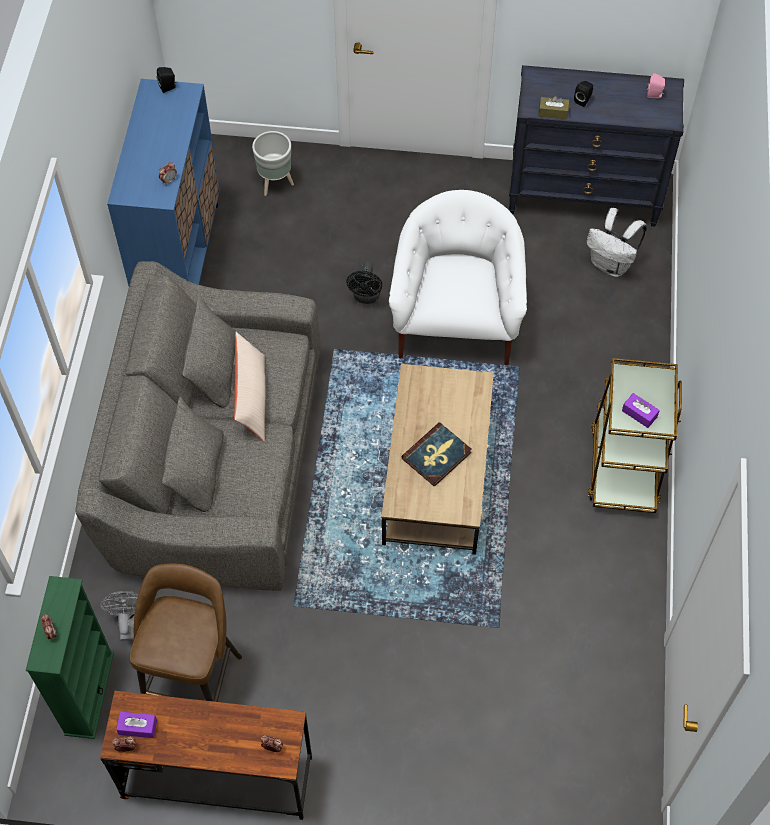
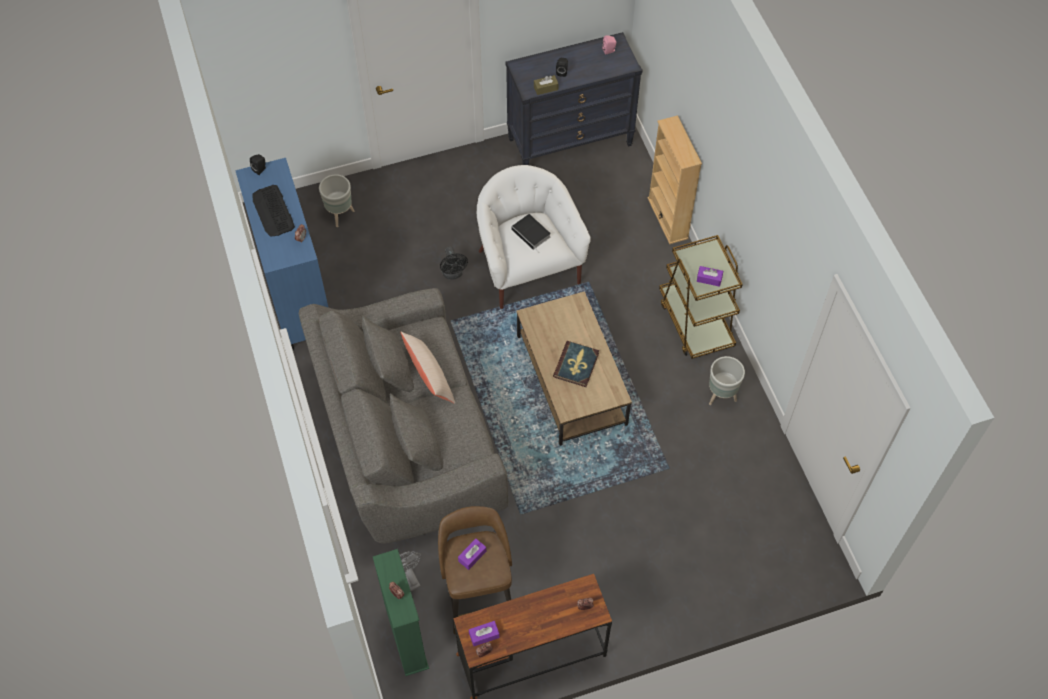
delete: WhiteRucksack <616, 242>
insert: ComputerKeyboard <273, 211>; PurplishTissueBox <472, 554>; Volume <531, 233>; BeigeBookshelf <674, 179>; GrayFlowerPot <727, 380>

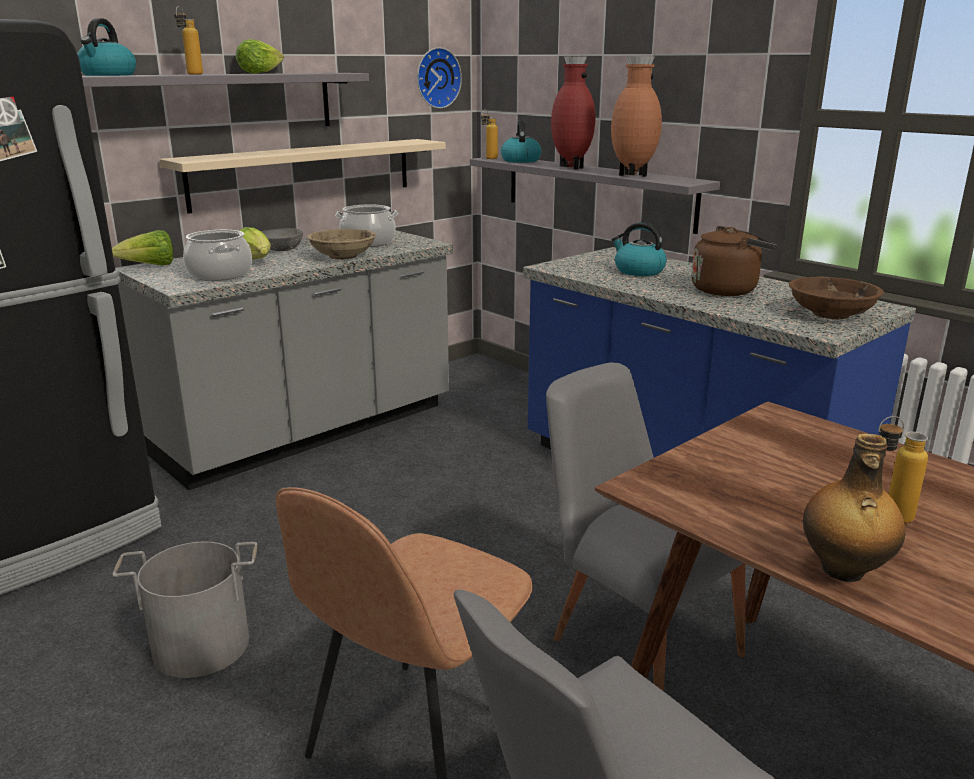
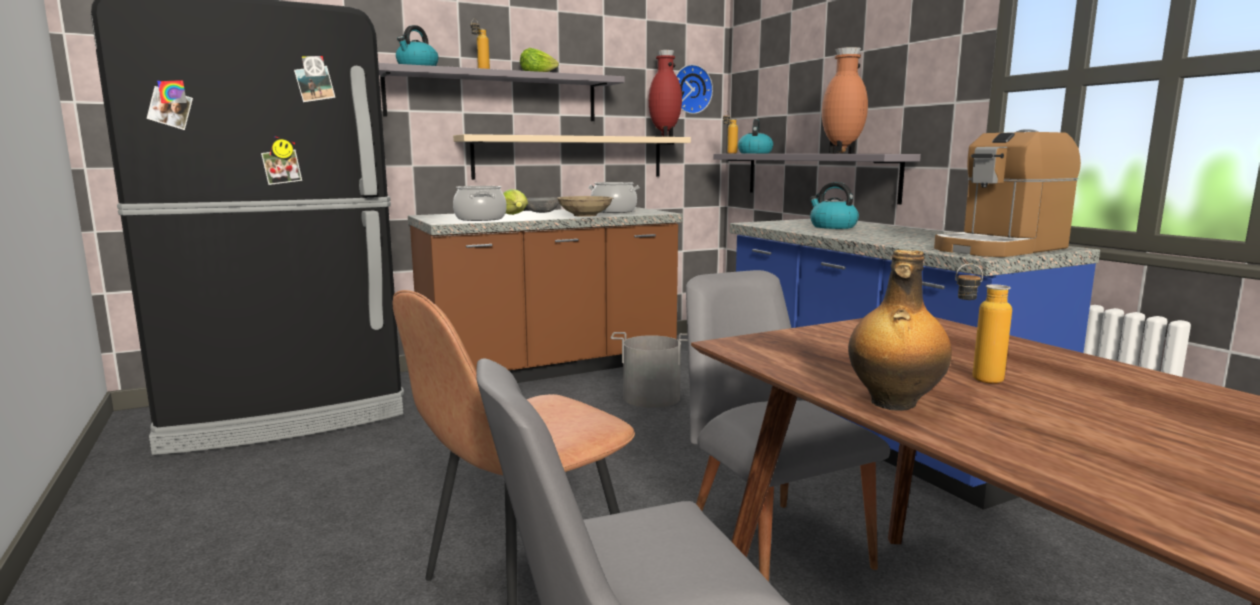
delete: Lettuce <142, 248>; BrownColouredWaterKettle <734, 261>
move: GrayBucket <184, 609> to <649, 370>; RedFlowerVase <573, 113> to <665, 93>
replace: BrownColouredBowl <836, 297> to CoffeeMachine <1007, 193>
recolor: GrayCounter <284, 360> to BrownColouredCounter <545, 295>

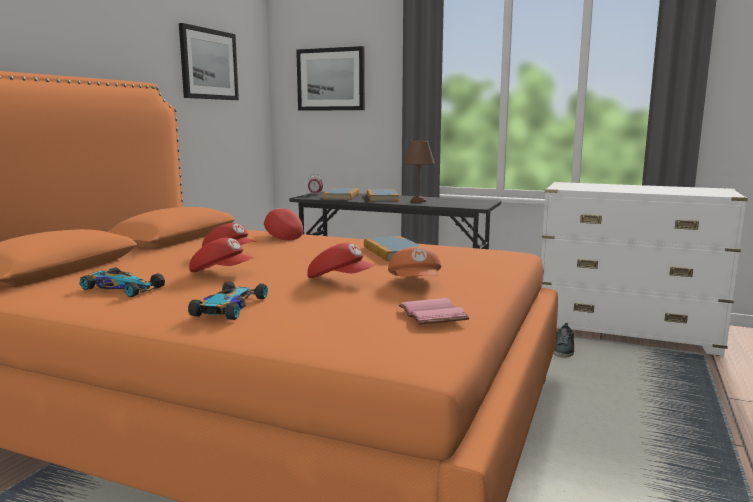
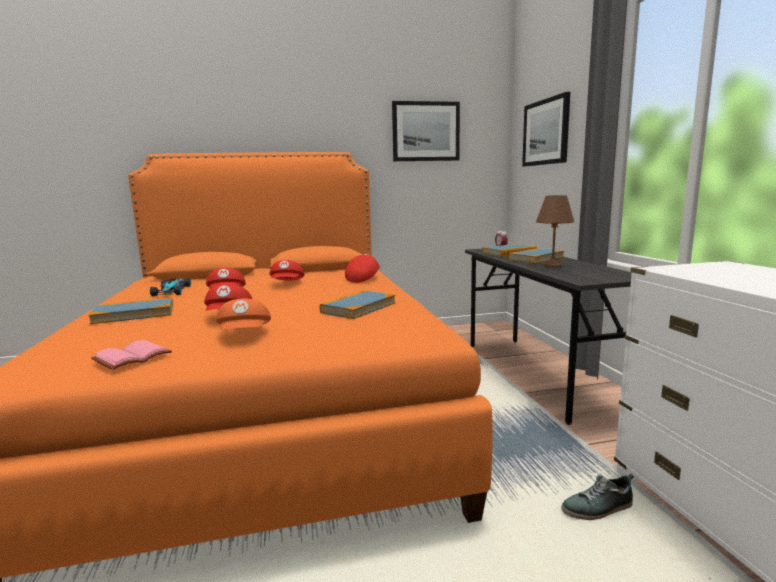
replace: ModelCar <228, 301> to Volume <130, 310>
rotate: OrangeColouredBaseballCap <414, 262> = <243, 314> 60 degrees counterclockwise

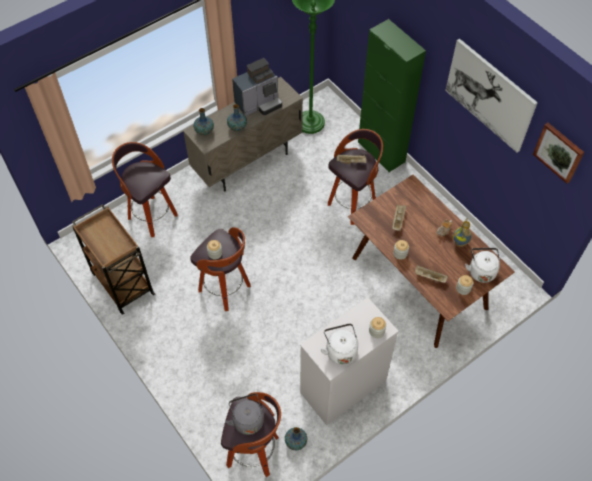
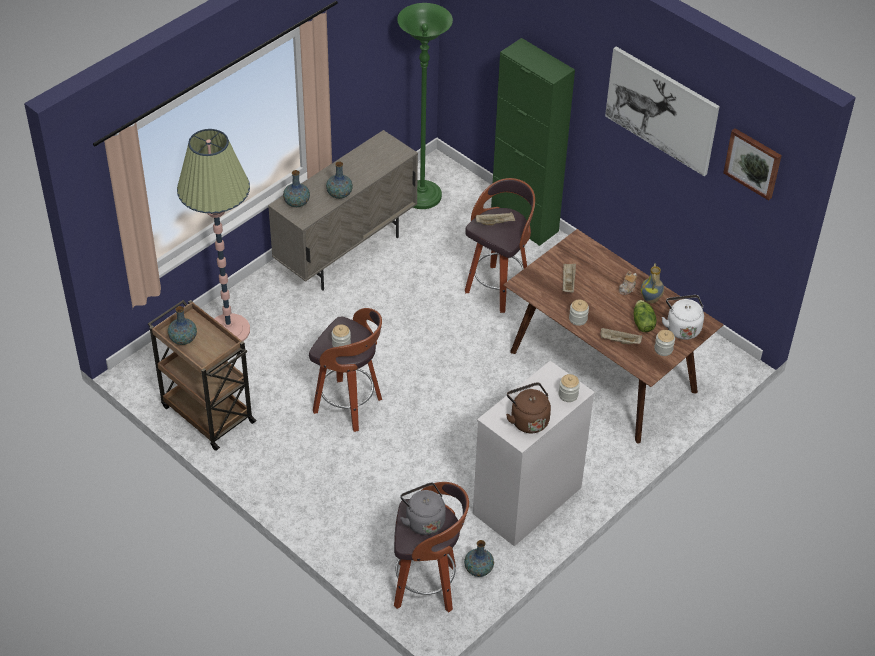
delete: CoffeeMachine <257, 87>
insert: FlowerVase <182, 325>; Lettuce <645, 316>
replace: Stool <145, 189> to StandardLamp <213, 235>
recolor: WhiteWaterKettle <339, 344> to BrownColouredWaterKettle <528, 407>

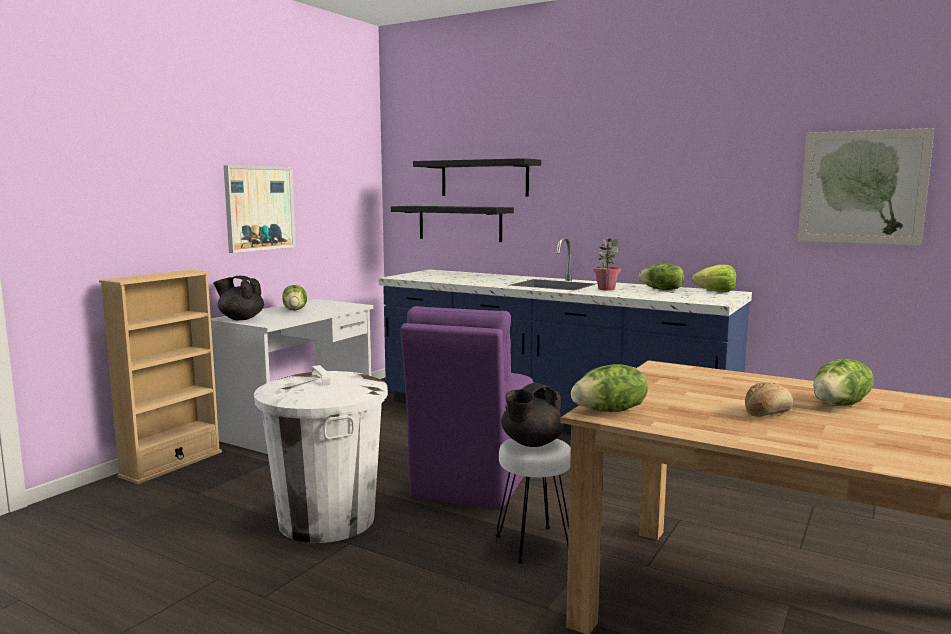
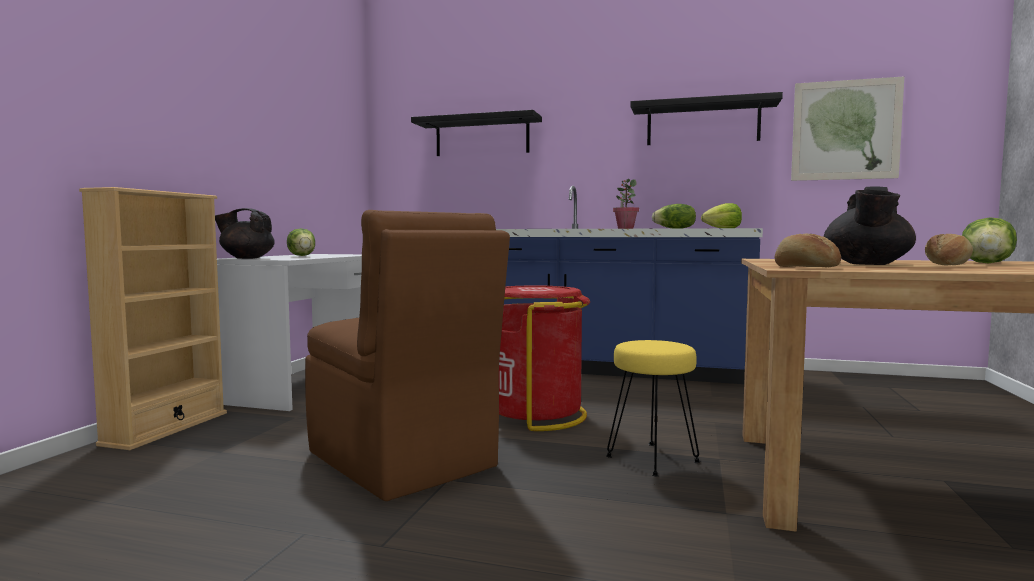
delete: WallPicture <260, 209>
move: BlackishWallShelf <452, 224> to <707, 118>; BlackishPotForTea <532, 415> to <870, 226>
replace: WhiteRubbishBin <321, 454> to BrownColouredChair <407, 355>; PurplishChair <466, 407> to RedRubbishBin <544, 358>; Lettuce <609, 388> to BakeryBread <808, 250>
recolor: WhiteStool <533, 501> to YellowColouredStool <653, 408>

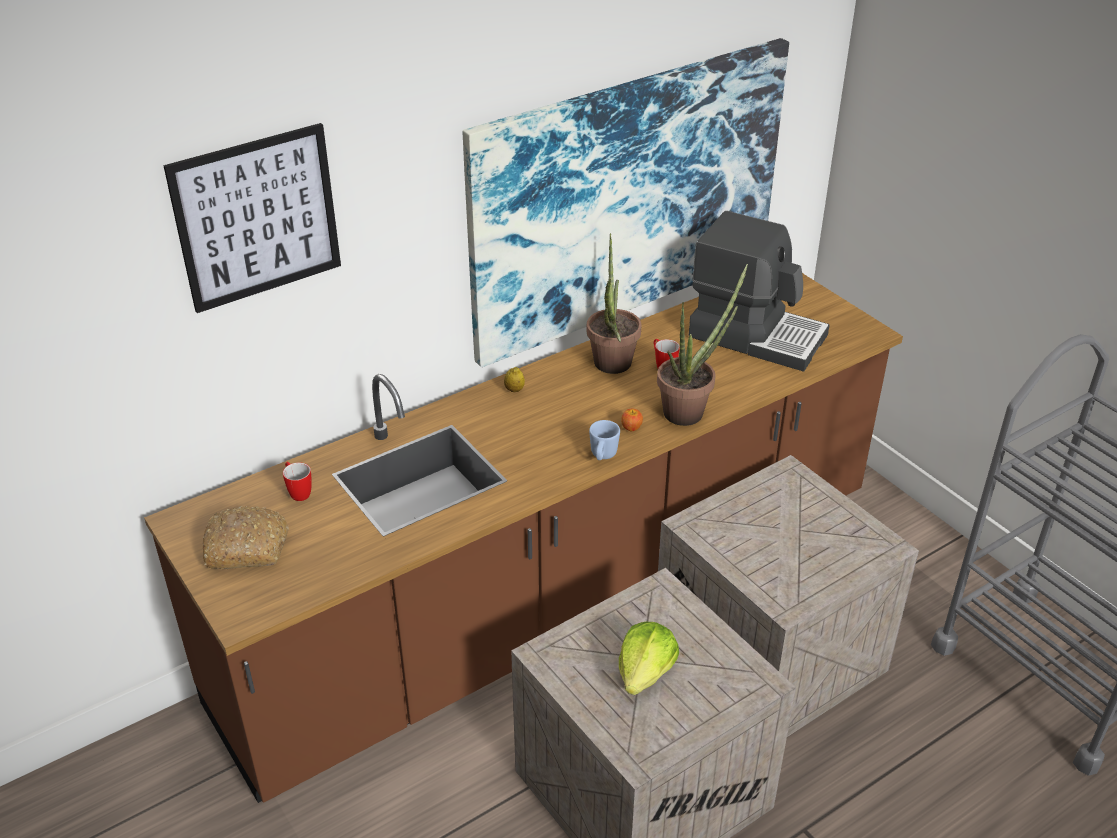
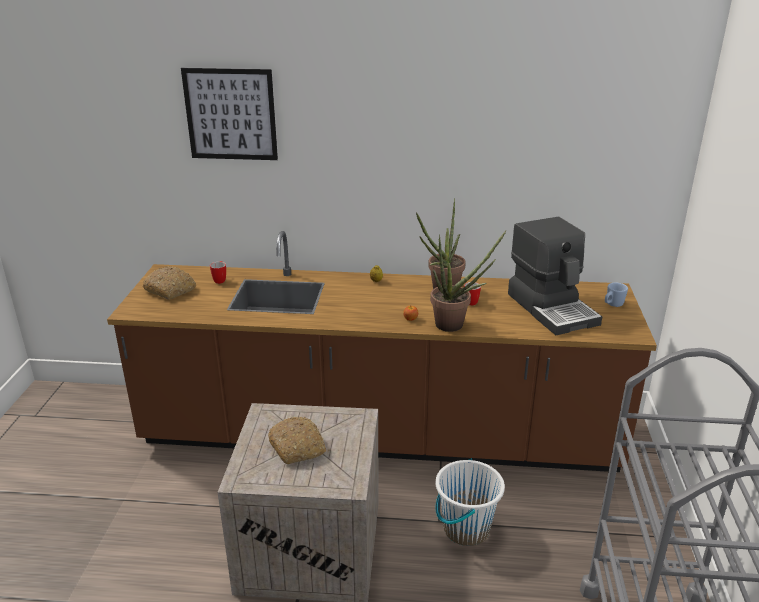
delete: WallPicture <626, 202>
move: BluishTeaMug <604, 440> to <616, 295>
replace: Lettuce <649, 658> to BakeryBread <297, 440>; ShippingCrate <788, 596> to WhiteBucket <470, 502>

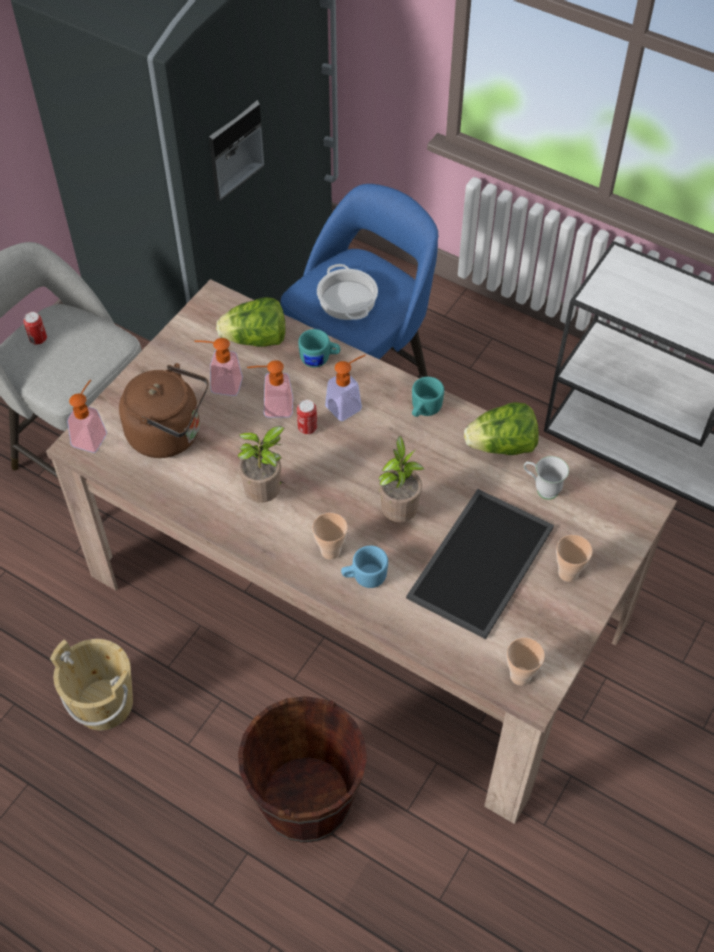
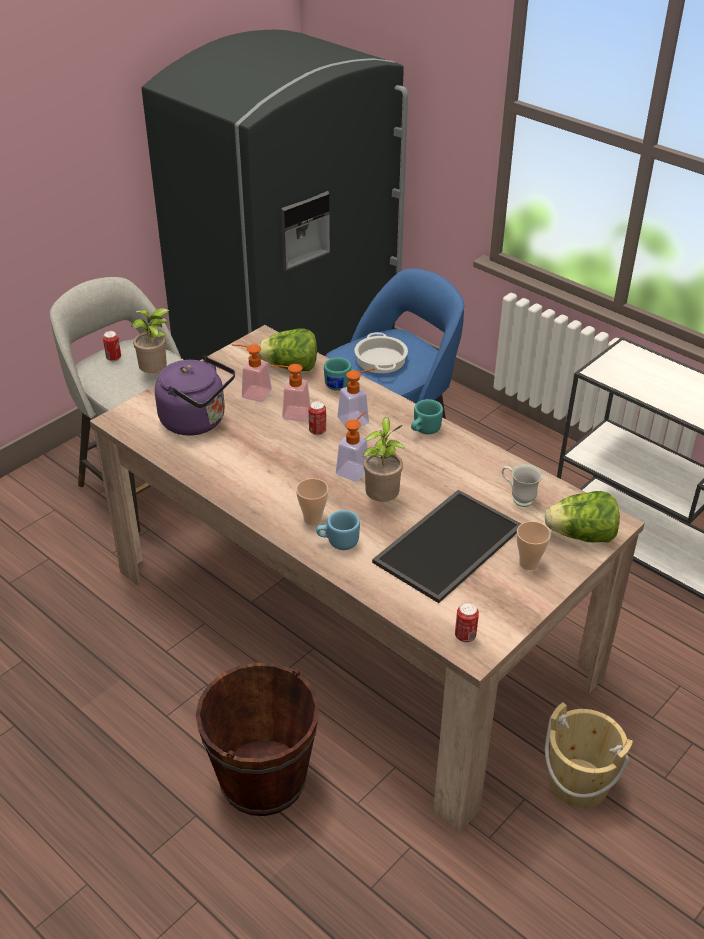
move: Houseplant <261, 464> to <150, 340>; SoapDispenser <87, 416> to <352, 446>; Lettuce <501, 428> to <582, 516>; BeigeBucket <91, 684> to <589, 755>
replace: DrinkingCup <526, 662> to SealedCan <467, 622>
recolor: BrownColouredWaterKettle <164, 410> to PurplishWaterKettle <195, 396>

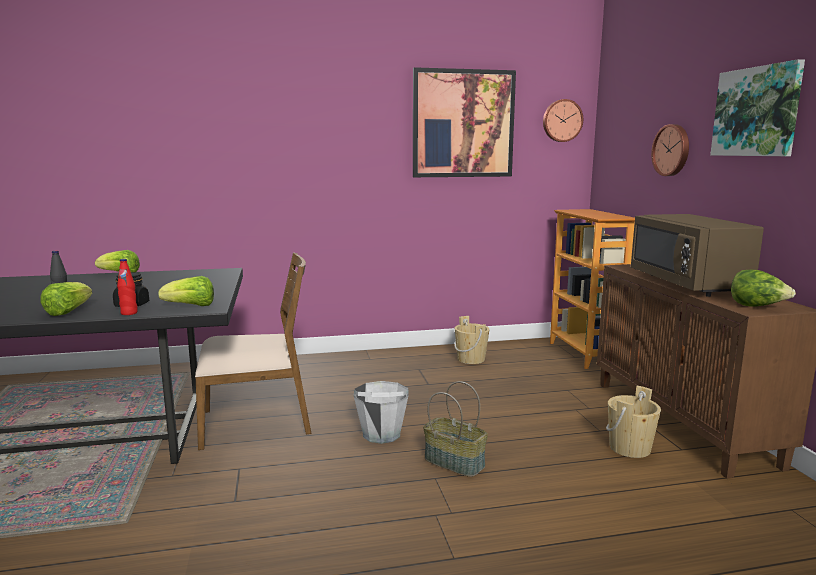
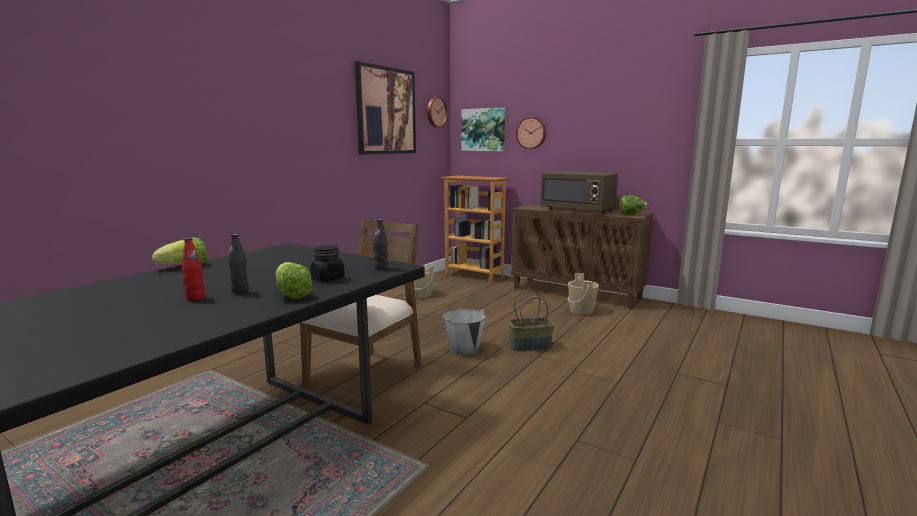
move: RedDrinkBottle <127, 287> to <193, 269>; WallPicture <757, 107> to <483, 129>
replace: Lettuce <186, 291> to BlackishDrinkBottle <380, 244>

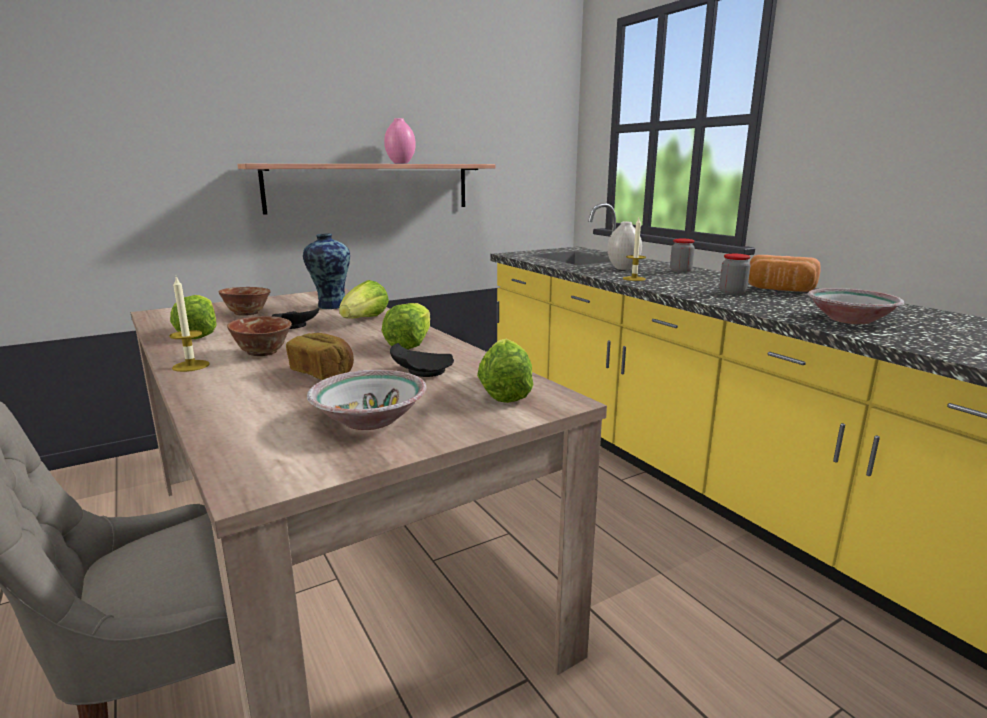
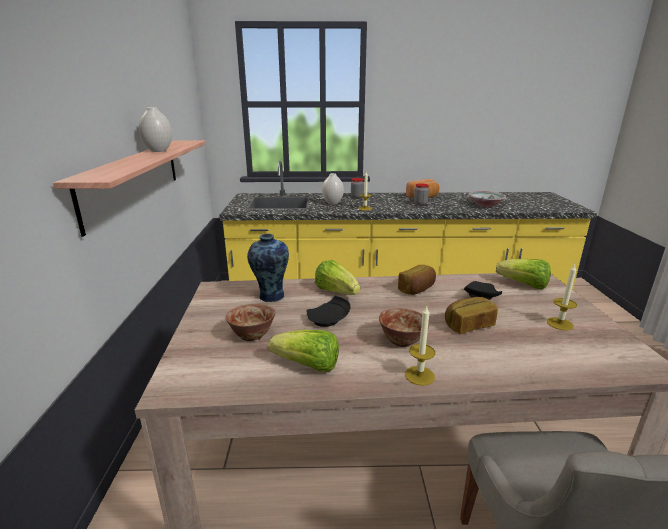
replace: Lettuce <405, 326> to BakeryBread <417, 280>; Bowl <367, 400> to WaxLight <562, 297>
recolor: PinkishFlowerVase <400, 141> to WhiteFlowerVase <155, 129>

